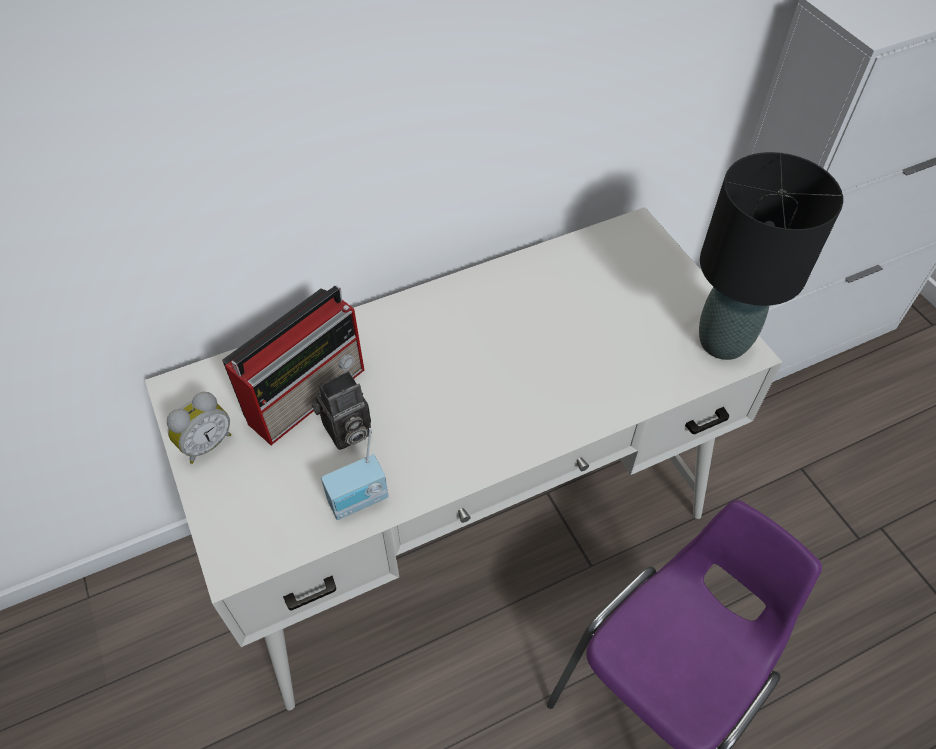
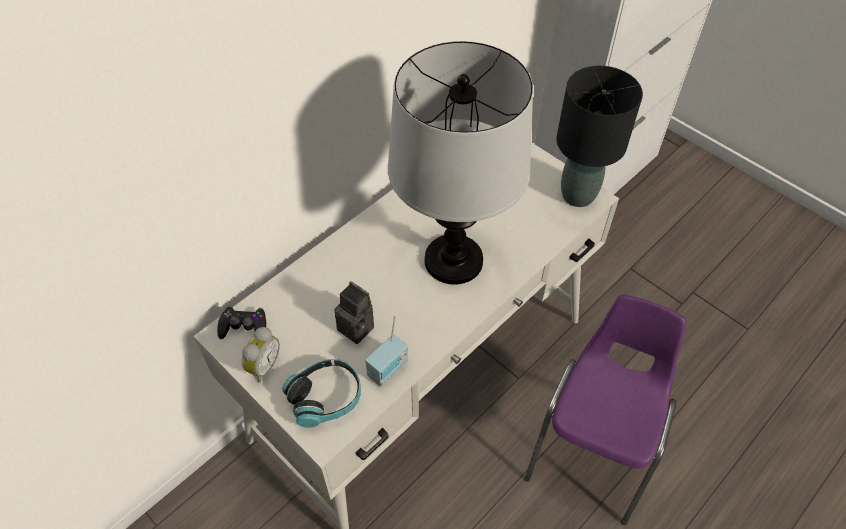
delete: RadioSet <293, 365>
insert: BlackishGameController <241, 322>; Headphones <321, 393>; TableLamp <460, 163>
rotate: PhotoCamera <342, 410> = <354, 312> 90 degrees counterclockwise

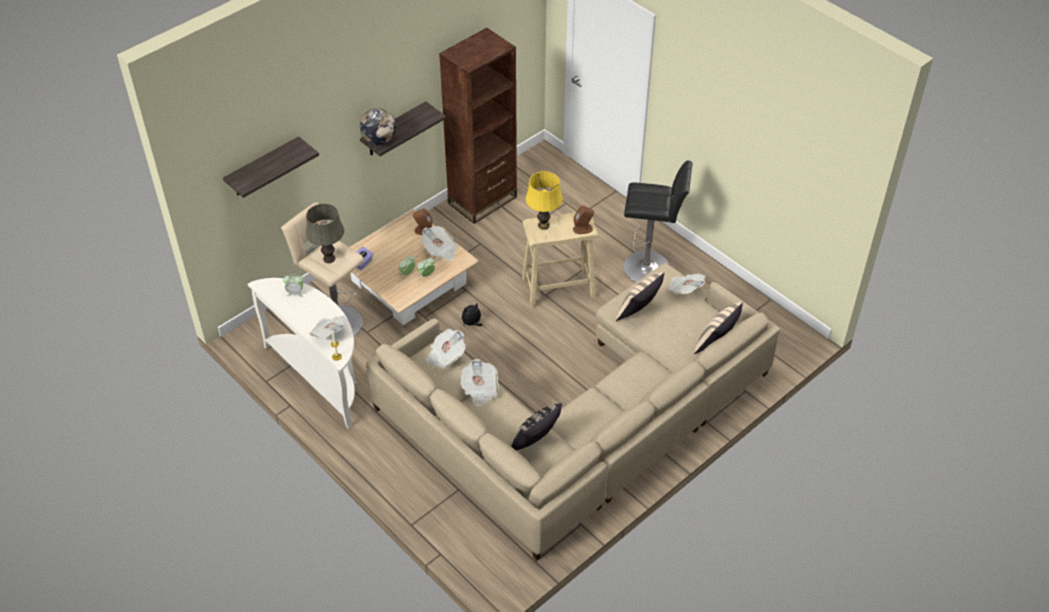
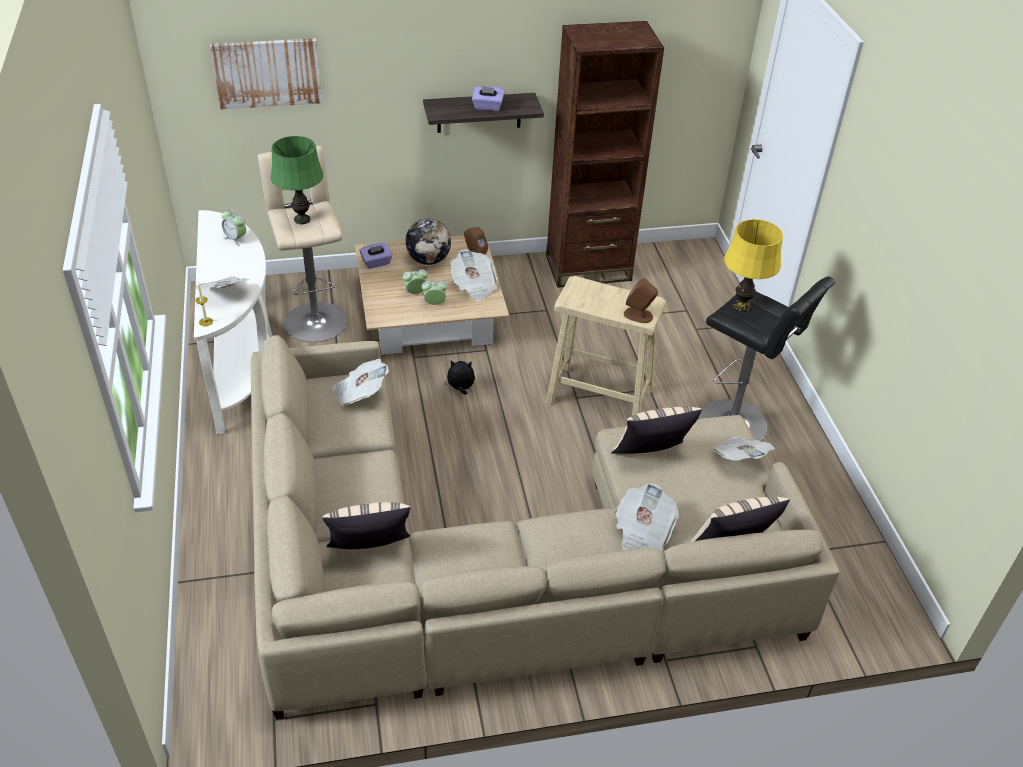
insert: PurplishTissueBox <488, 98>
move: WorldGlobe <378, 126> to <428, 242>; DailyPaper <479, 383> to <647, 517>; YellowColouredTableLamp <544, 200> to <753, 265>
replace: WallShelf <271, 167> to WallPicture <266, 73>
recolor: GrayTableLamp <325, 233> to GreenColouredTableLamp <297, 180>; BlackishCushion <536, 427> to BeigeCushion <366, 525>

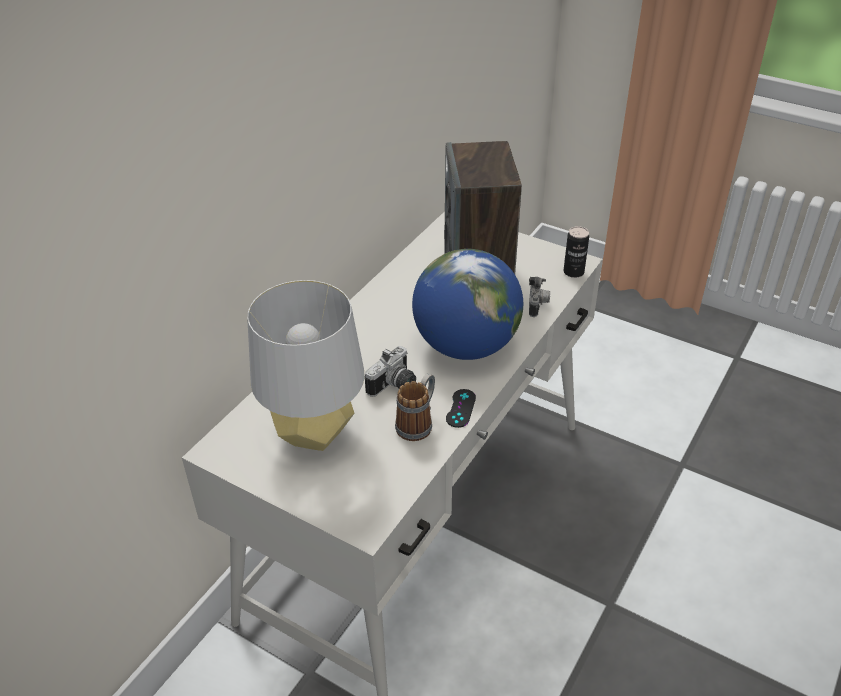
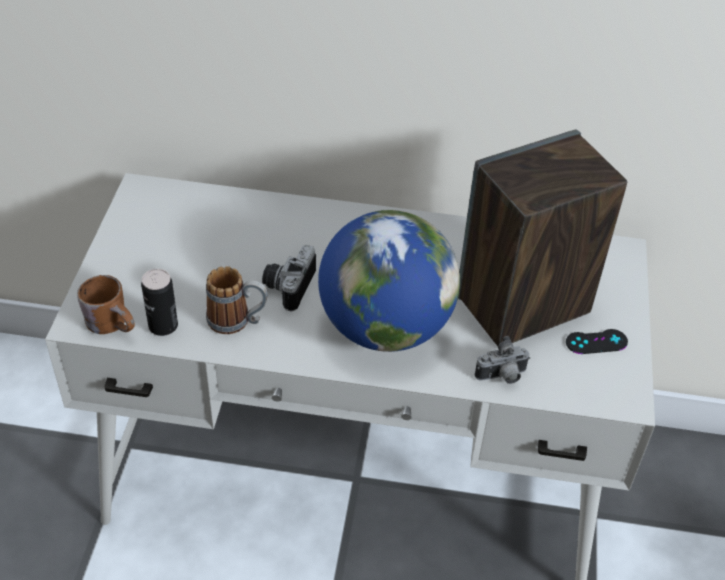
delete: GrayTableLamp <306, 365>
insert: BrownColouredTeaMug <106, 304>
move: SealedCan <576, 252> to <159, 302>; BlackishGameController <461, 408> to <597, 341>
rotate: PhotoCamera <390, 371> = <289, 278> 90 degrees clockwise

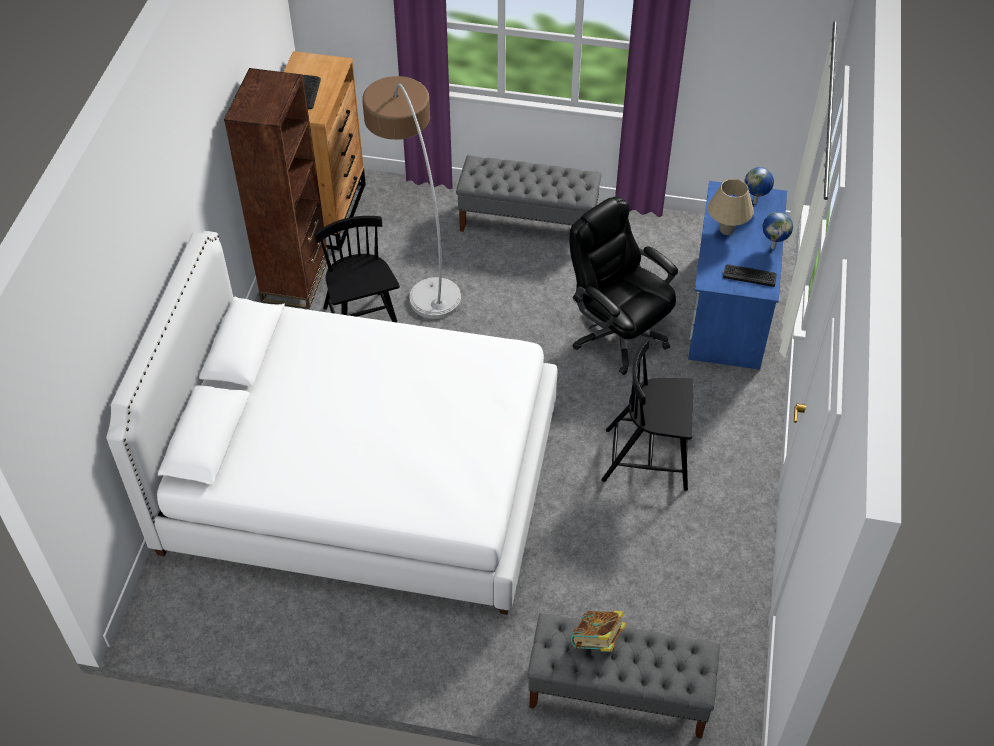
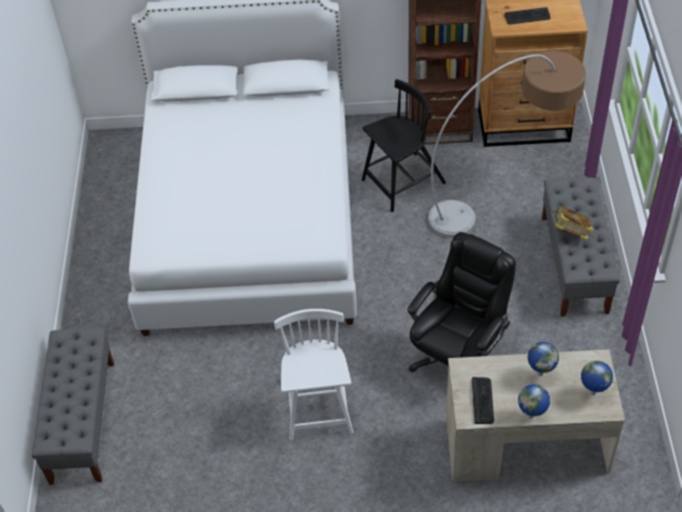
move: Volume <599, 631> to <572, 222>
replace: BeigeTableLamp <731, 207> to WorldGlobe <543, 359>
recolor: BlackishChair <648, 415> to WhiteChair <313, 374>; BluishDeskUnit <737, 275> to BeigeDeskUnit <535, 415>

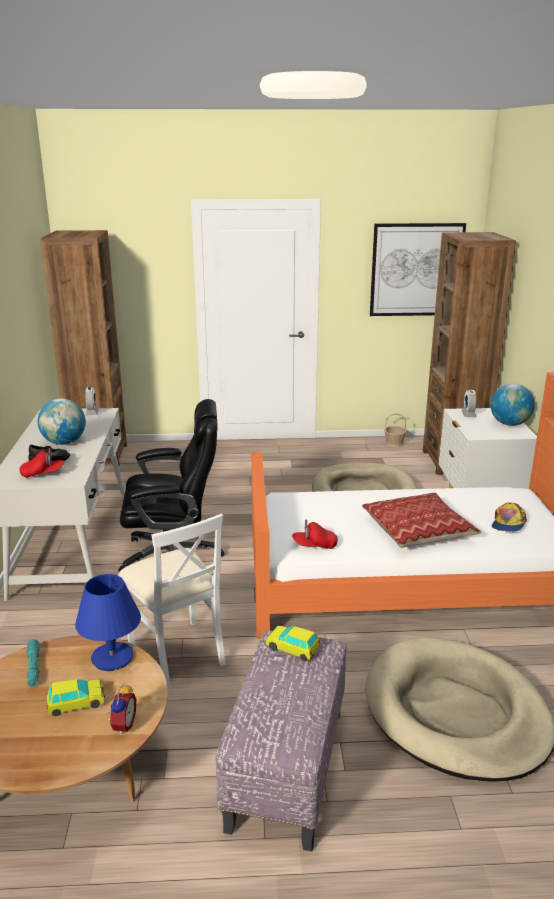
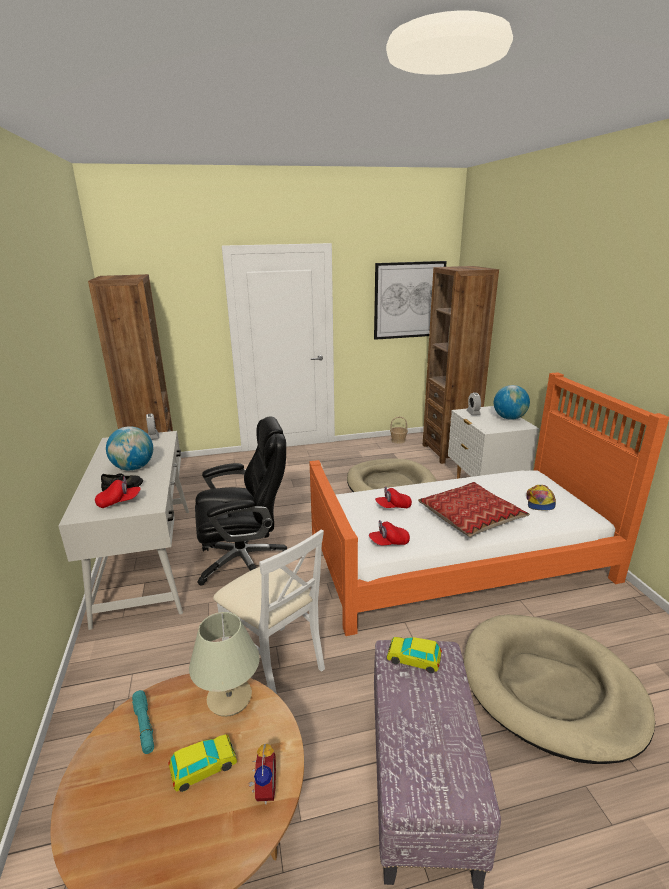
insert: RedBaseballCap <393, 497>
recolor: BluishTableLamp <108, 622> to BeigeTableLamp <224, 664>

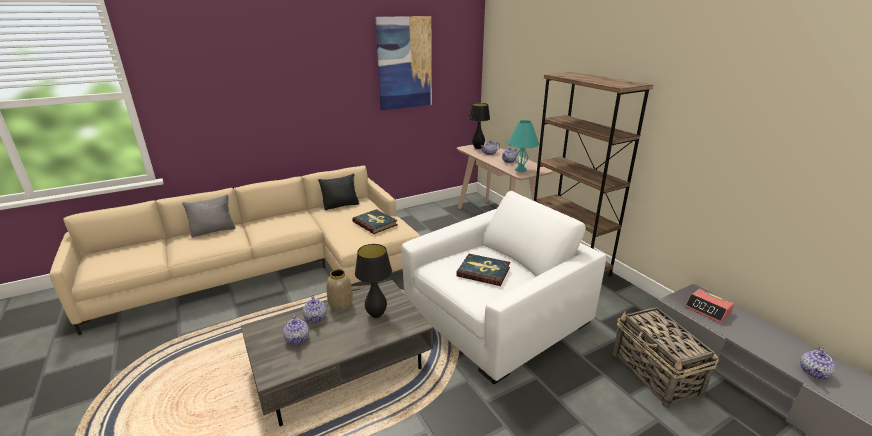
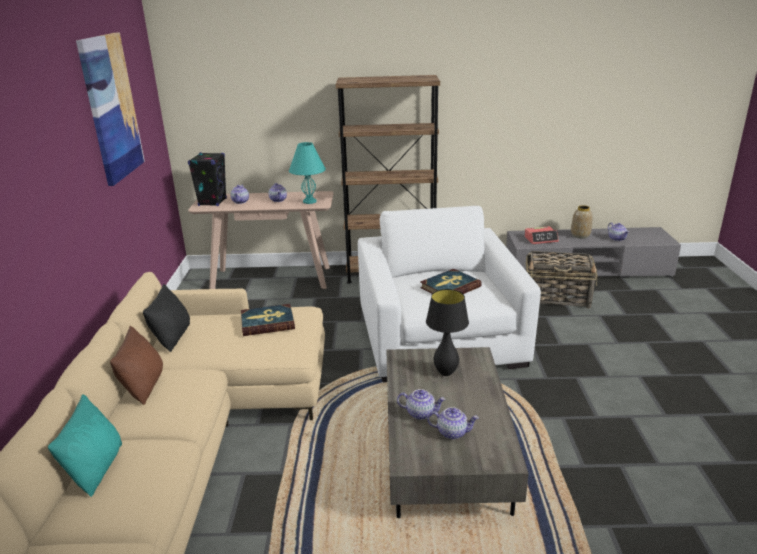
insert: BrownColouredCushion <136, 365>
move: FlowerVase <340, 290> to <581, 222>
replace: BlackishTableLamp <479, 126> to BlackishLoudspeaker <207, 179>
recolor: GrayCushion <208, 215> to TurquoiseColouredCushion <85, 445>

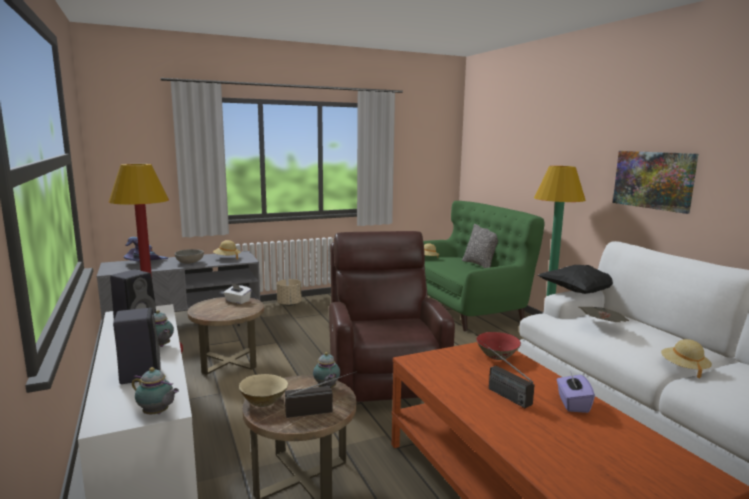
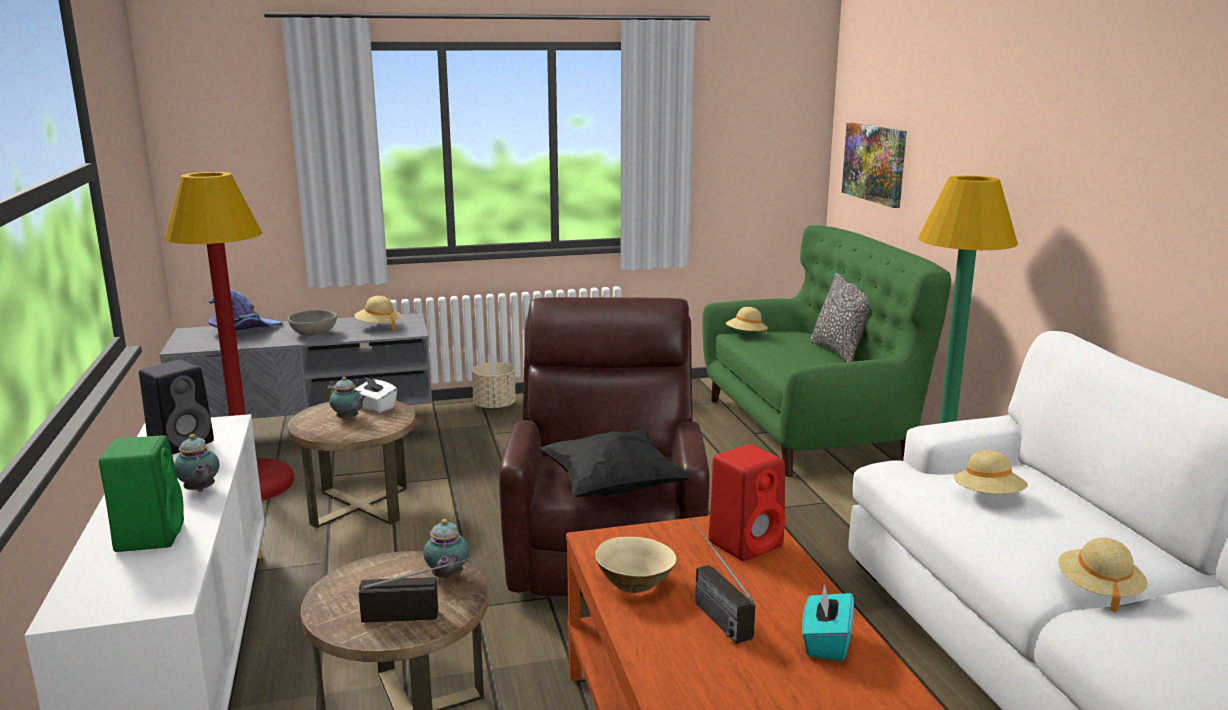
move: PotForTea <155, 390> to <346, 398>; BlackishCushion <575, 279> to <616, 463>; BeigeBowl <263, 390> to <636, 565>; WallPicture <655, 182> to <874, 165>
replace: RedBowl <498, 346> to RedLoudspeaker <747, 502>; DailyPaper <604, 314> to BeigeHat <991, 472>
recolor: BlackishLoudspeaker <136, 346> to GreenColouredLoudspeaker <141, 493>; PurplishTissueBox <576, 392> to TurquoiseColouredTissueBox <828, 622>

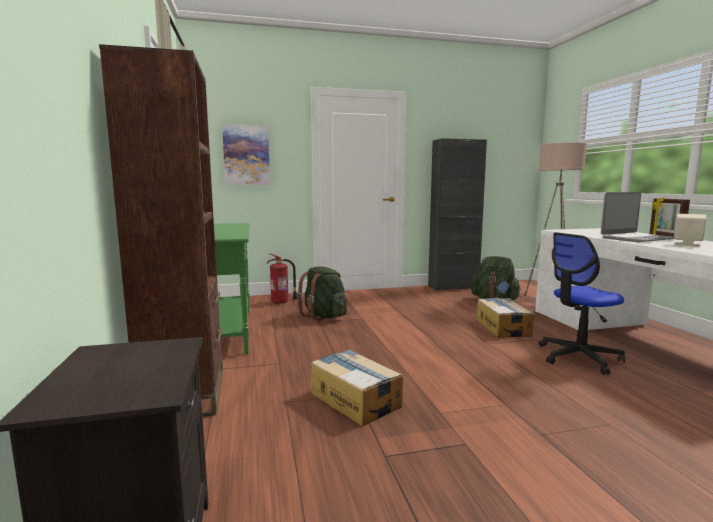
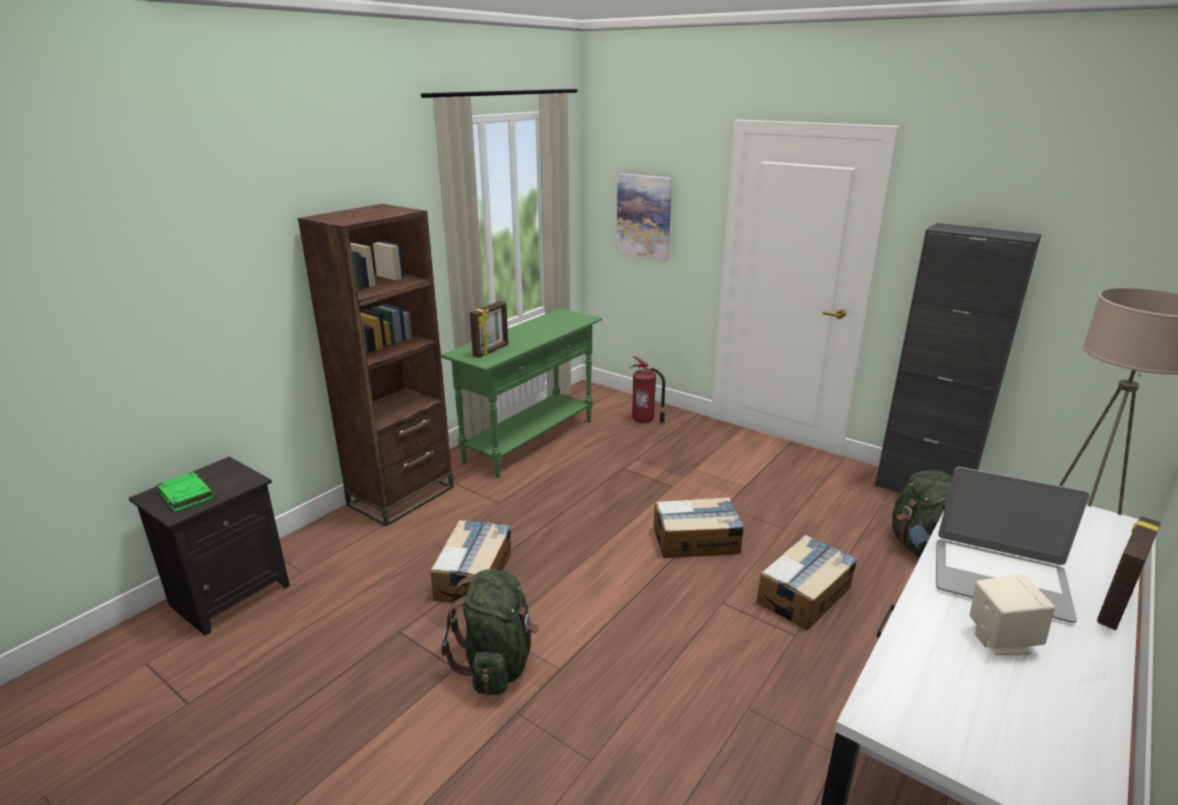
delete: DeskChair <582, 303>
insert: GreenColouredVolume <185, 492>; PictureFrame <489, 329>; PackingBox <698, 527>
move: GreenColouredRucksack <321, 293> to <490, 632>

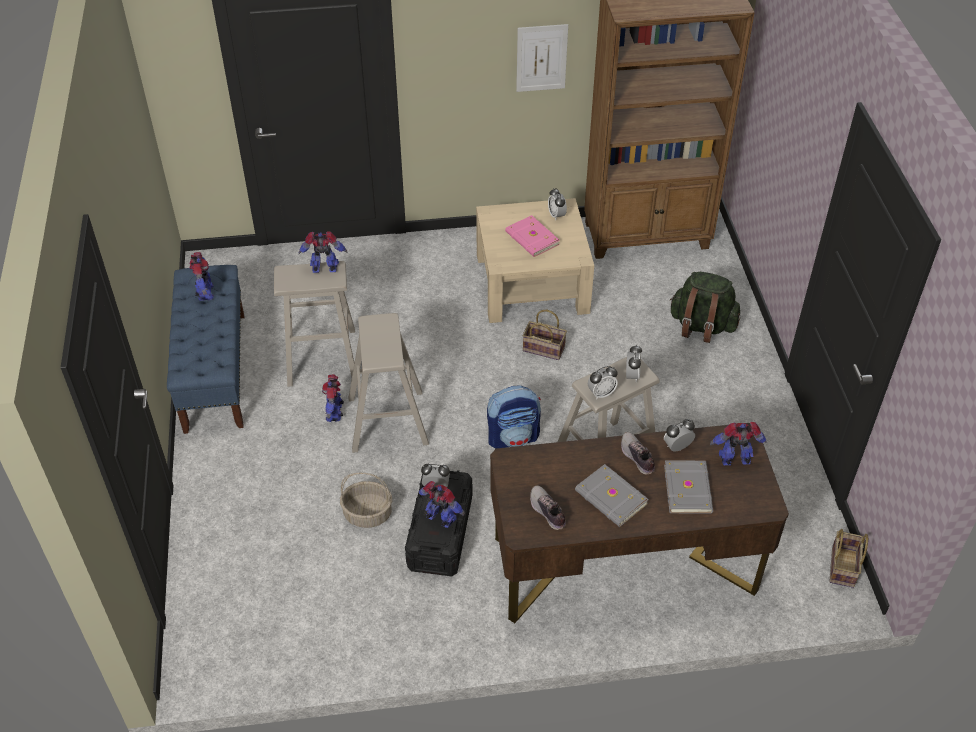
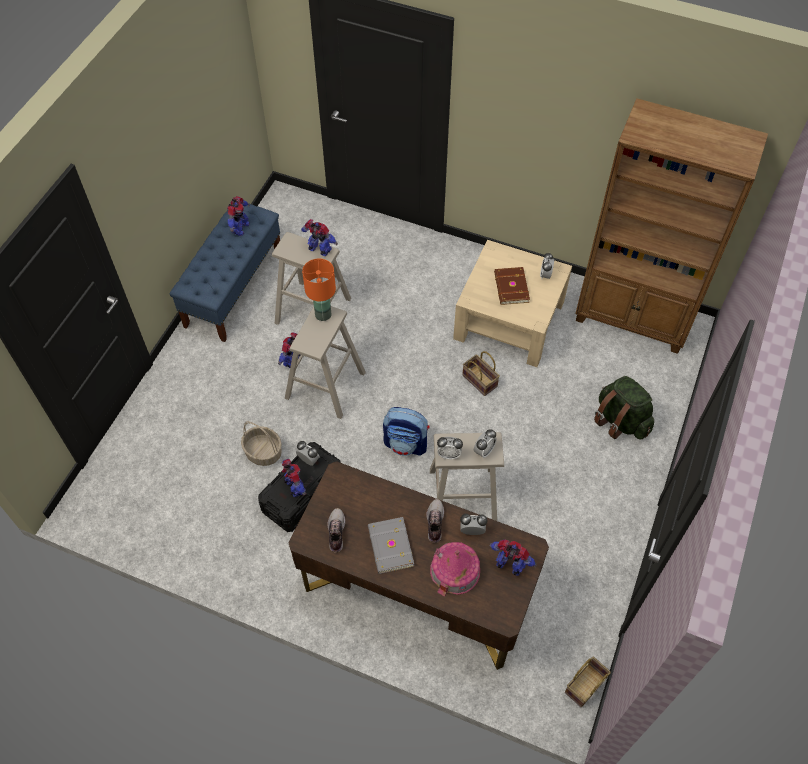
delete: WallPicture <542, 58>
insert: OrangeColouredTableLamp <319, 289>
replace: GrayVolume <688, 487> to MiniatureHouse <455, 569>
recolor: PinkishVolume <532, 236> to BrownColouredVolume <512, 286>

